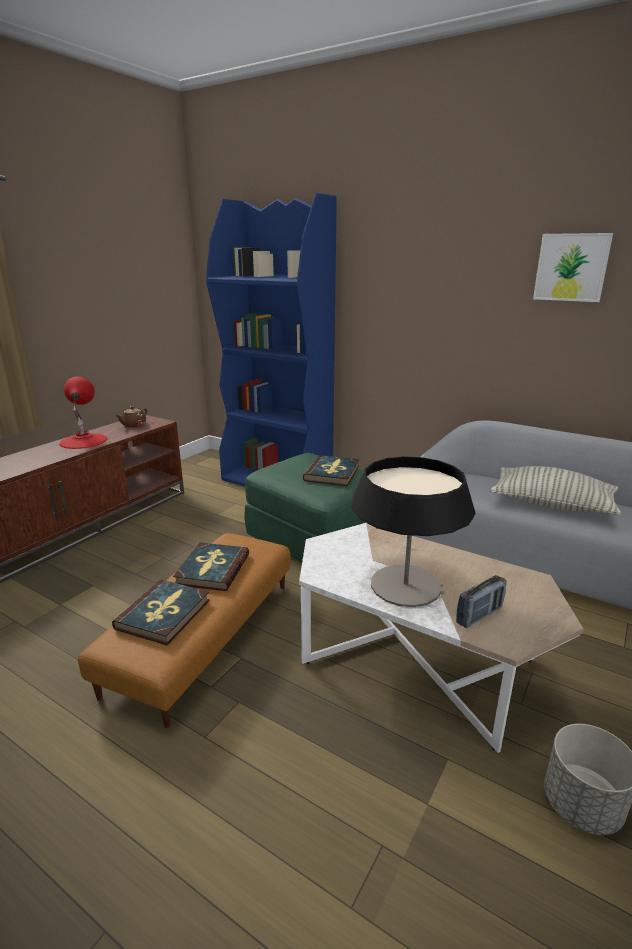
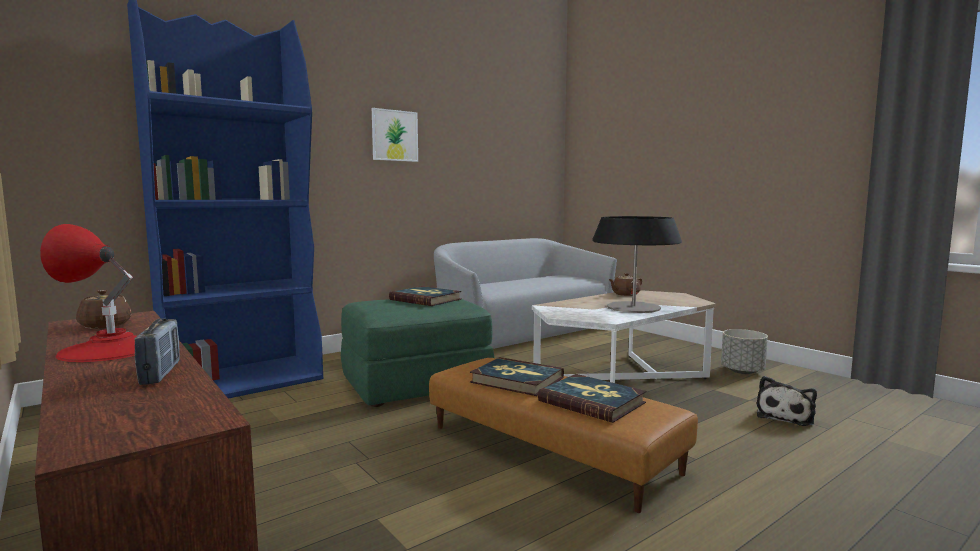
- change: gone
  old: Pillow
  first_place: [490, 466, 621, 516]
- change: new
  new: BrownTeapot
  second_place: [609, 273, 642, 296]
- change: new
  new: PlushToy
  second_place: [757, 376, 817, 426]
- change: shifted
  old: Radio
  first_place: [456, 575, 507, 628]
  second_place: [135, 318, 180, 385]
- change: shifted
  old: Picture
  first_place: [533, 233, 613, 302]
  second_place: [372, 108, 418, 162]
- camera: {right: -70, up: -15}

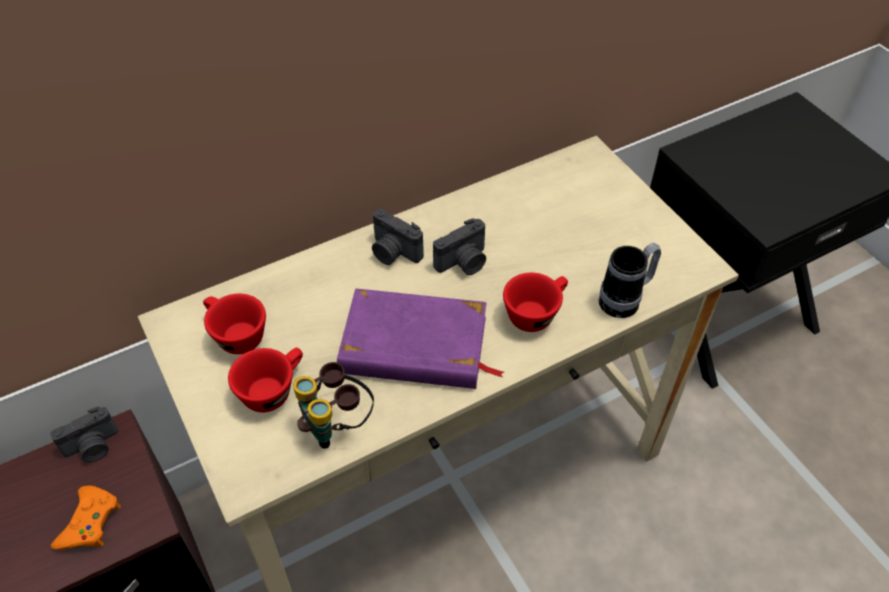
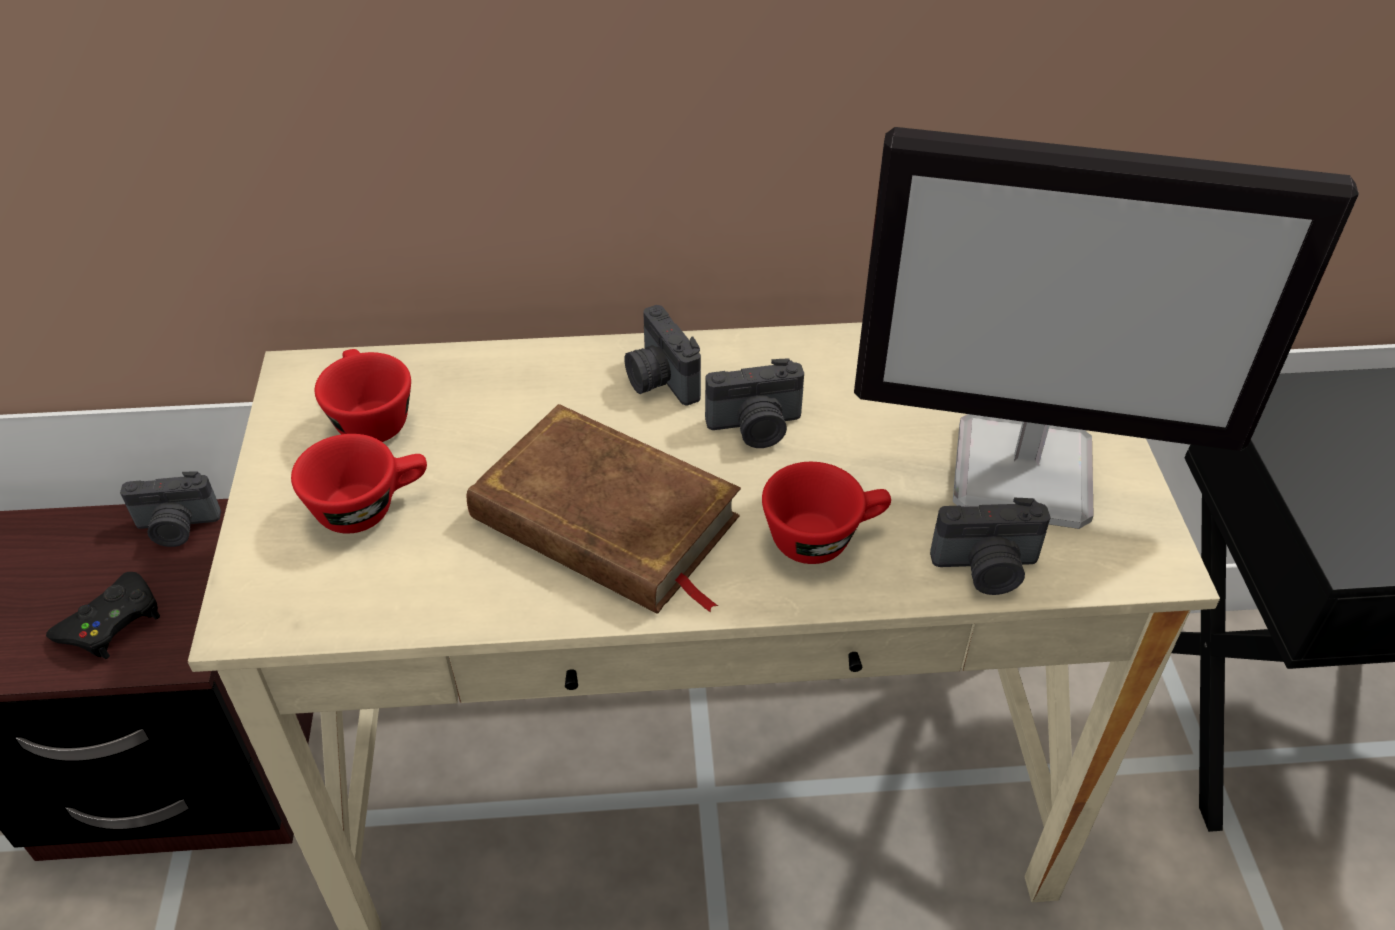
- change: gone
  old: Binoculars
  first_place: [293, 362, 374, 449]
- change: new
  new: Monitor
  second_place: [854, 127, 1359, 529]
- change: swapped
  old: Mug
  new: PhotoCamera
  first_place: [598, 243, 661, 318]
  second_place: [930, 497, 1051, 595]
- change: repainted
  old: OrangeGameController
  new: BlackGameController
  first_place: [51, 485, 121, 550]
  second_place: [46, 572, 160, 659]
- change: repainted
  old: PurpleBook
  new: BrownBook
  first_place: [337, 288, 504, 389]
  second_place: [467, 404, 741, 614]
- camera: {right: 25, up: -5}

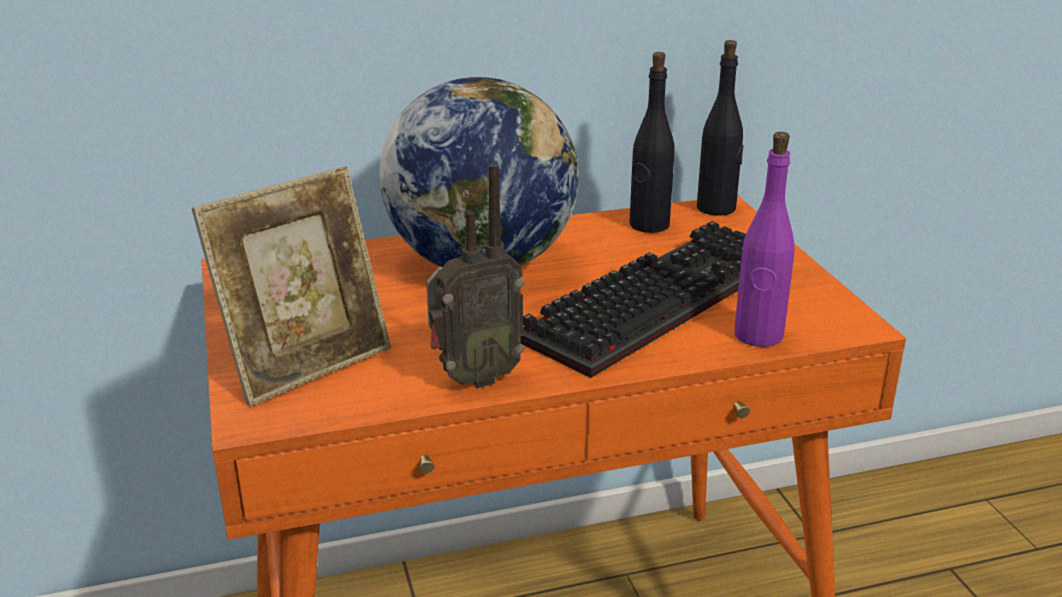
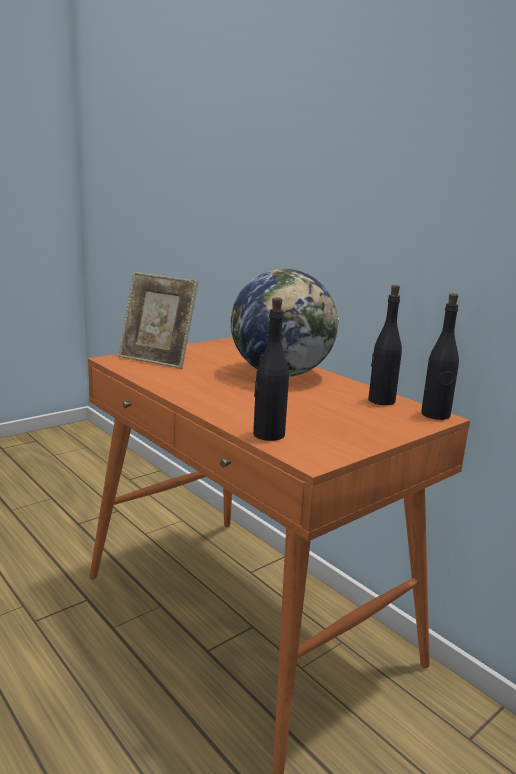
- change: gone
  old: Radio
  first_place: [426, 164, 524, 388]
- change: gone
  old: Keyboard
  first_place: [521, 221, 746, 378]
- change: repainted
  old: PurpleBottle
  new: BlackBottle
  first_place: [734, 132, 795, 347]
  second_place: [253, 297, 289, 441]
- camera: {right: 65, up: -10}

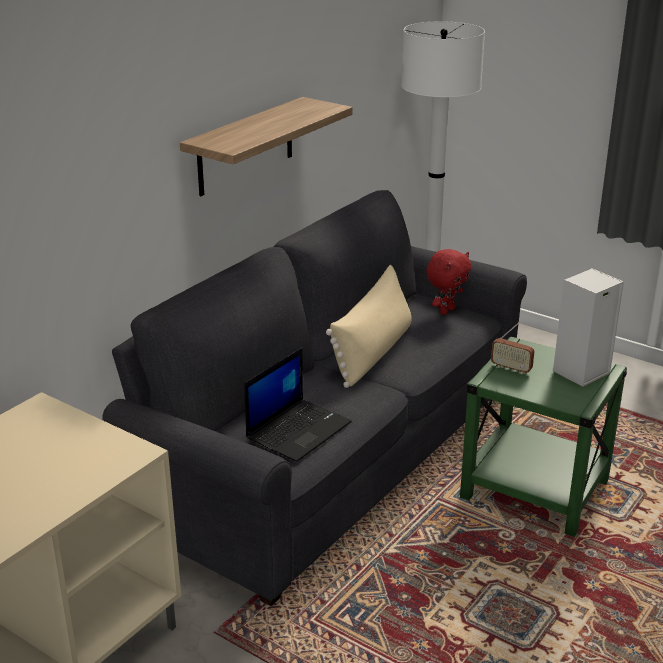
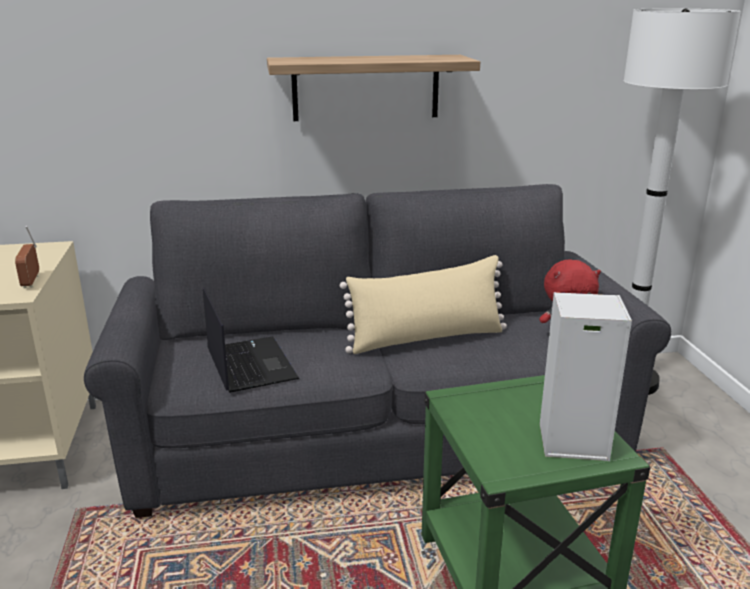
- change: shifted
  old: Radio
  first_place: [491, 323, 534, 375]
  second_place: [15, 226, 39, 288]
- change: rotated
  old: Laptop
  first_place: [244, 347, 352, 462]
  second_place: [203, 287, 299, 393]
  degrees: -105
- camera: {right: 45, up: -5}

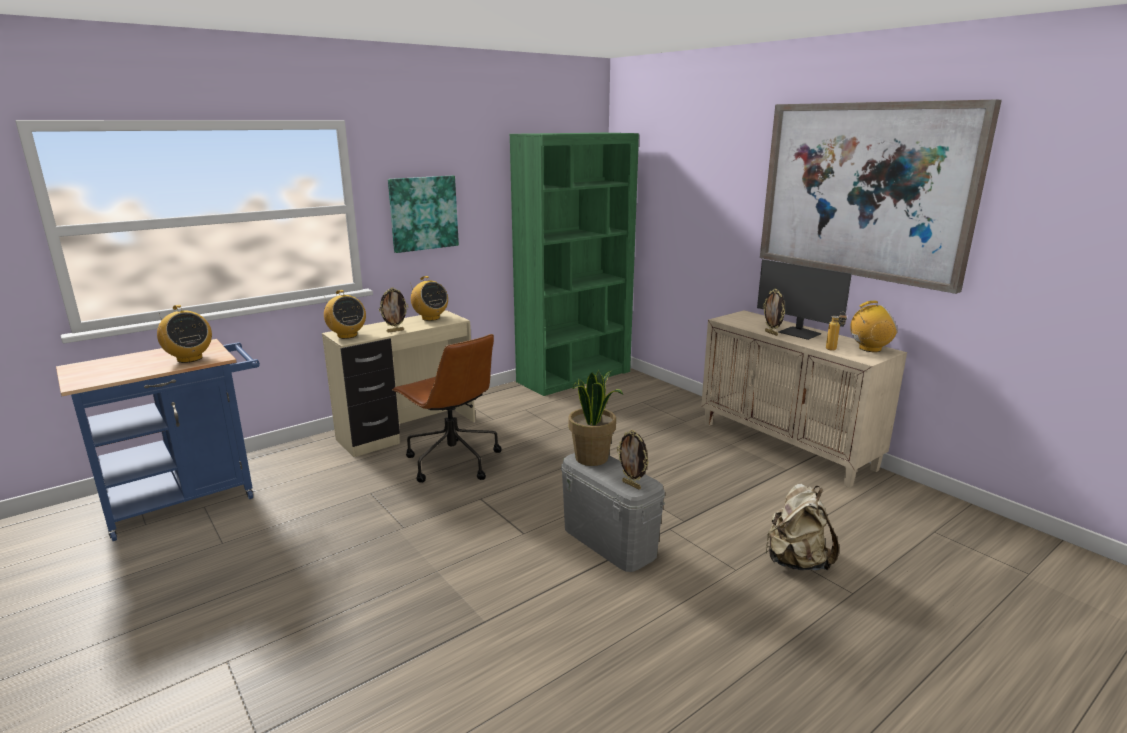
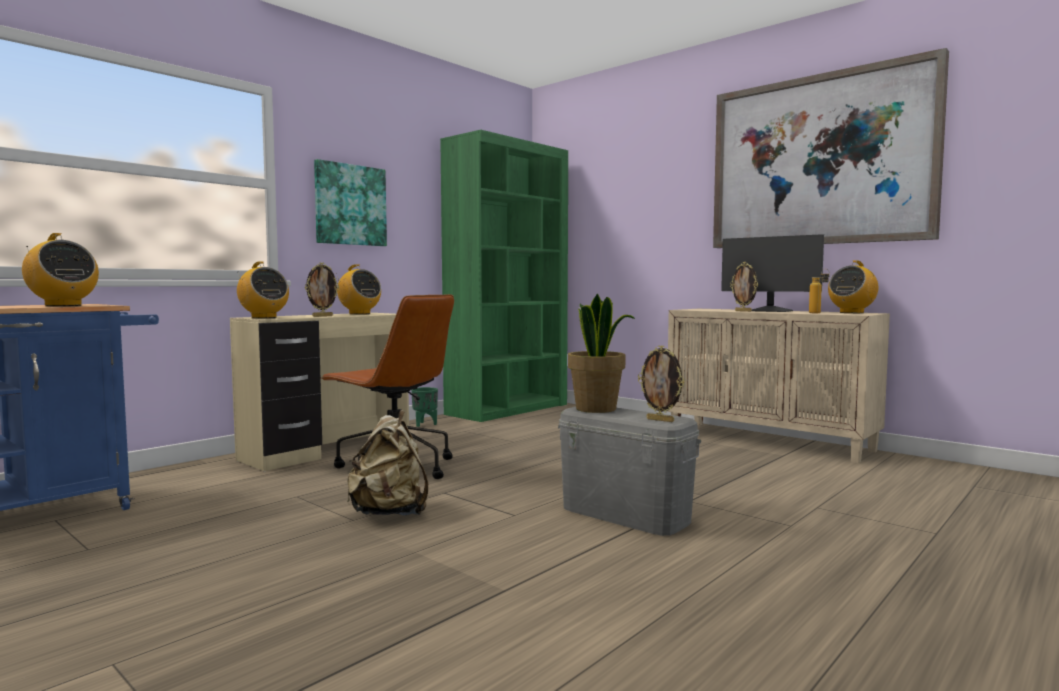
- change: new
  new: GreenPlanter
  second_place: [411, 387, 438, 427]
- change: shifted
  old: BeigeBackpack
  first_place: [765, 484, 839, 571]
  second_place: [347, 410, 428, 516]
- change: rotated
  old: Radio
  first_place: [850, 301, 898, 352]
  second_place: [828, 260, 878, 313]
  degrees: 150
- camera: {right: -10, up: -15}

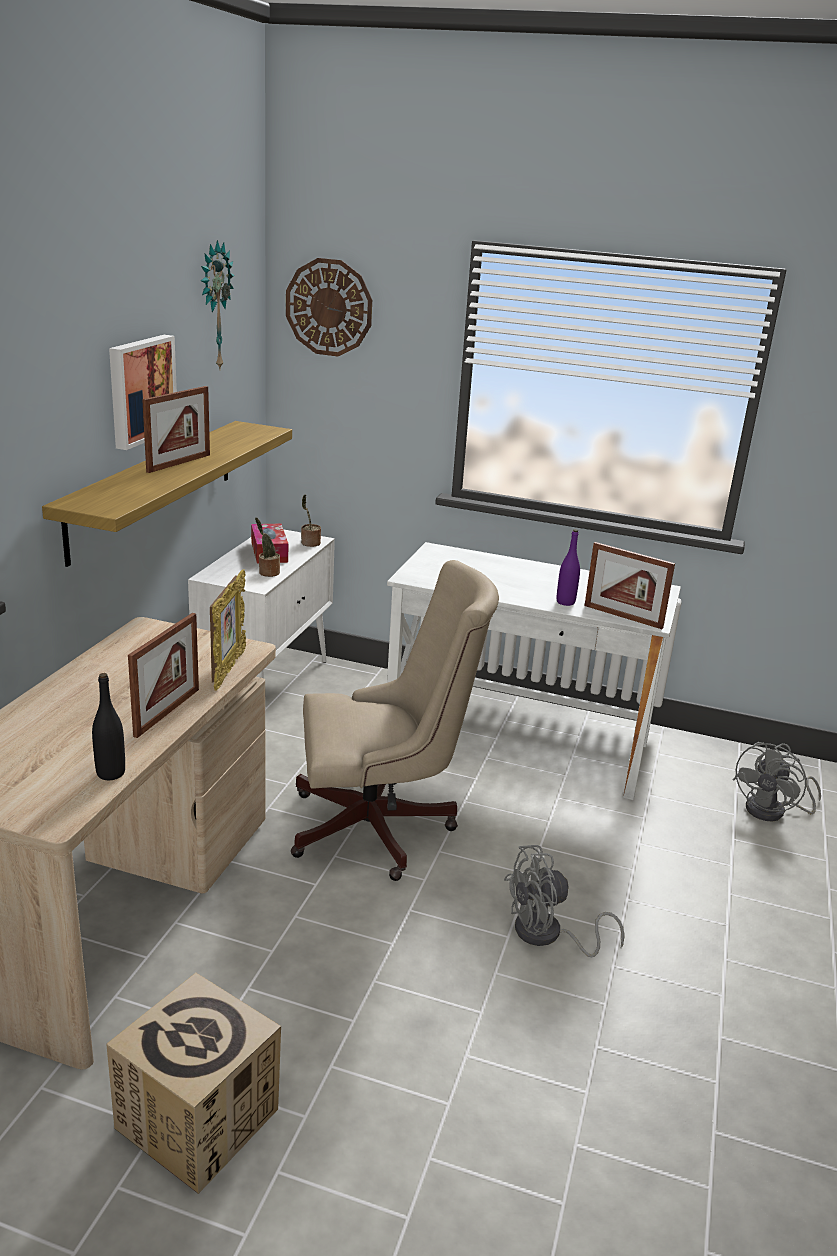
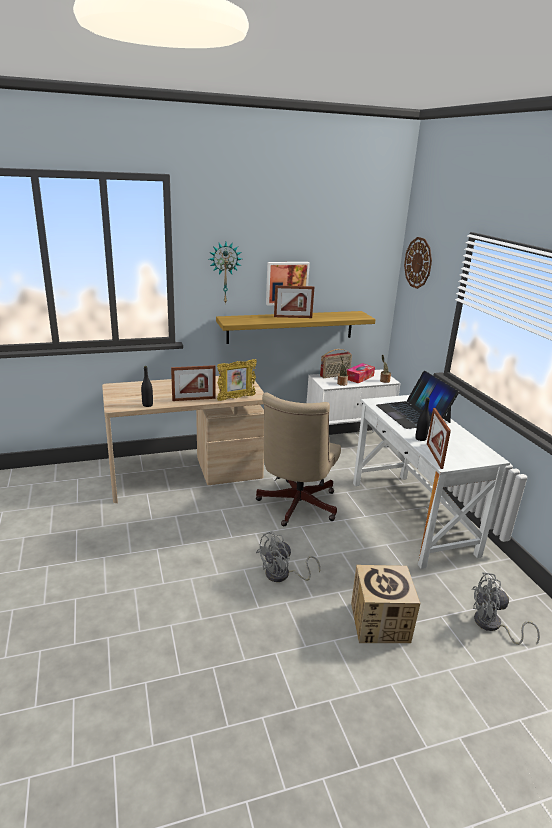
- change: new
  new: Radio
  second_place: [320, 349, 352, 378]
- change: new
  new: Laptop
  second_place: [376, 371, 459, 429]
- change: shifted
  old: CardboardBox
  first_place: [106, 973, 281, 1194]
  second_place: [351, 565, 420, 643]
- change: shifted
  old: WallClock
  first_place: [201, 240, 234, 369]
  second_place: [209, 242, 241, 304]
- change: repainted
  old: PurpleBottle
  new: BlackBottle
  first_place: [557, 529, 580, 606]
  second_place: [415, 397, 430, 441]
- change: rotated
  old: BeigeOfficeChair
  first_place: [291, 560, 499, 881]
  second_place: [256, 392, 341, 526]
  degrees: 60
- change: rotated
  old: GreyFan
  first_place: [504, 845, 625, 957]
  second_place: [256, 531, 320, 582]
  degrees: -75
- camera: {right: 55, up: 0}

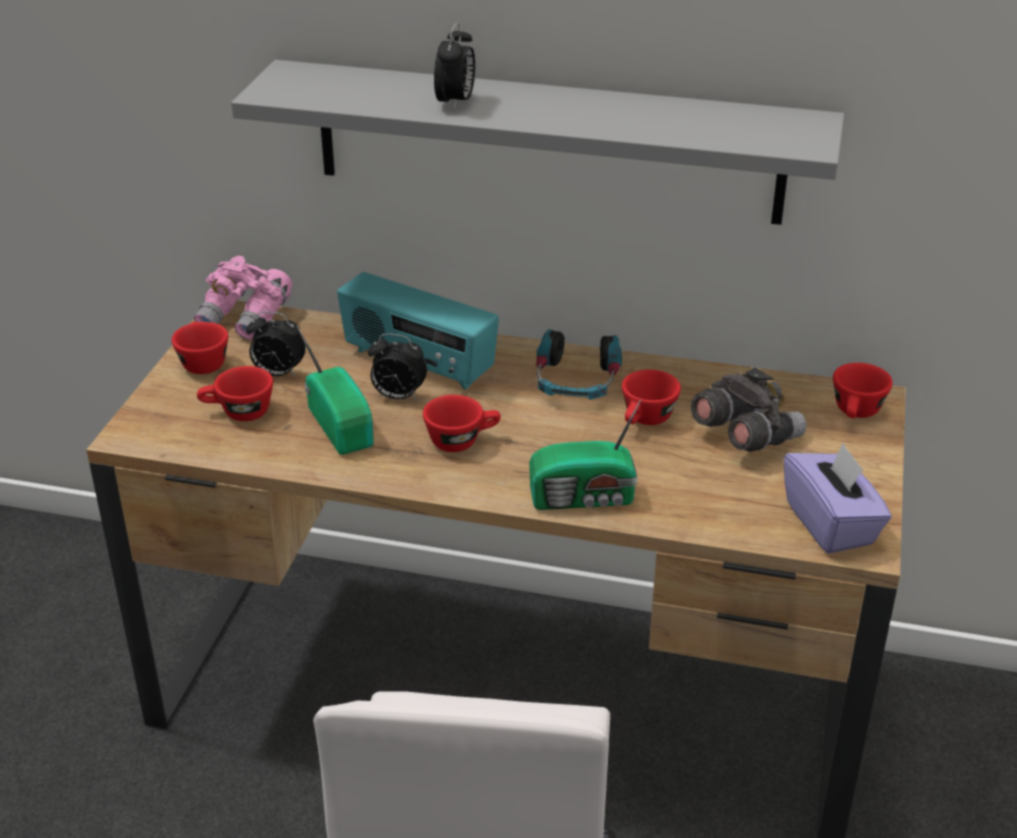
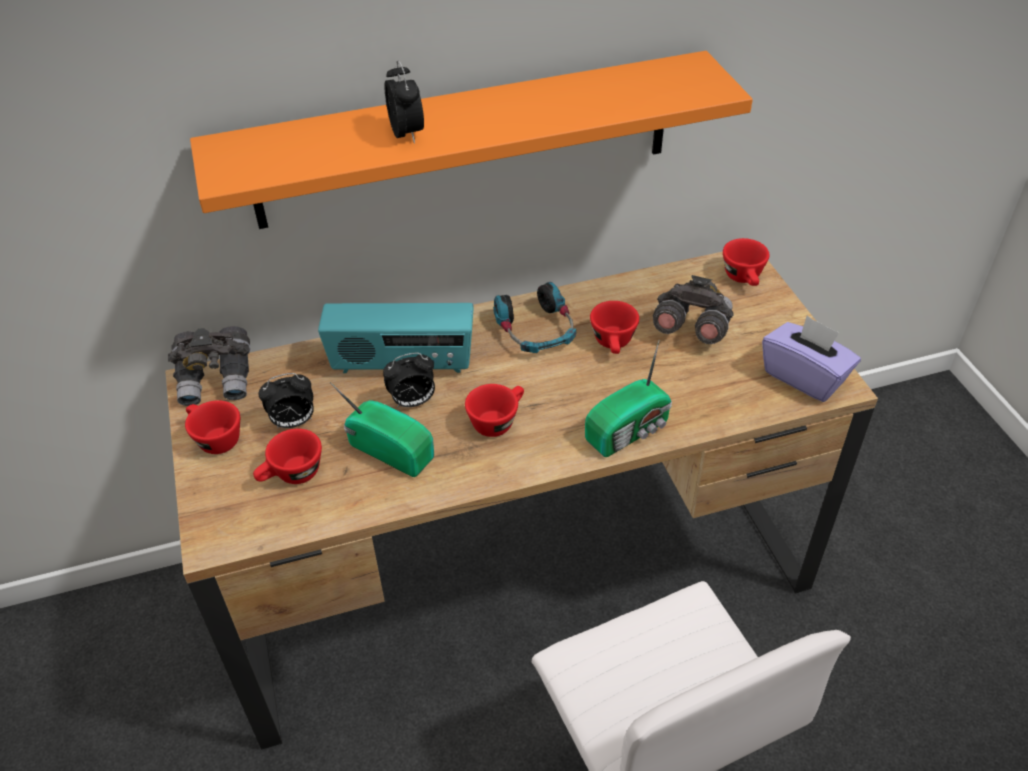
- change: repainted
  old: PinkBinoculars
  new: GreyBinoculars
  first_place: [194, 256, 292, 340]
  second_place: [168, 326, 250, 406]
- change: repainted
  old: GreyShelf
  new: OrangeShelf
  first_place: [231, 60, 845, 225]
  second_place: [190, 51, 753, 229]
- camera: {right: -30, up: 10}

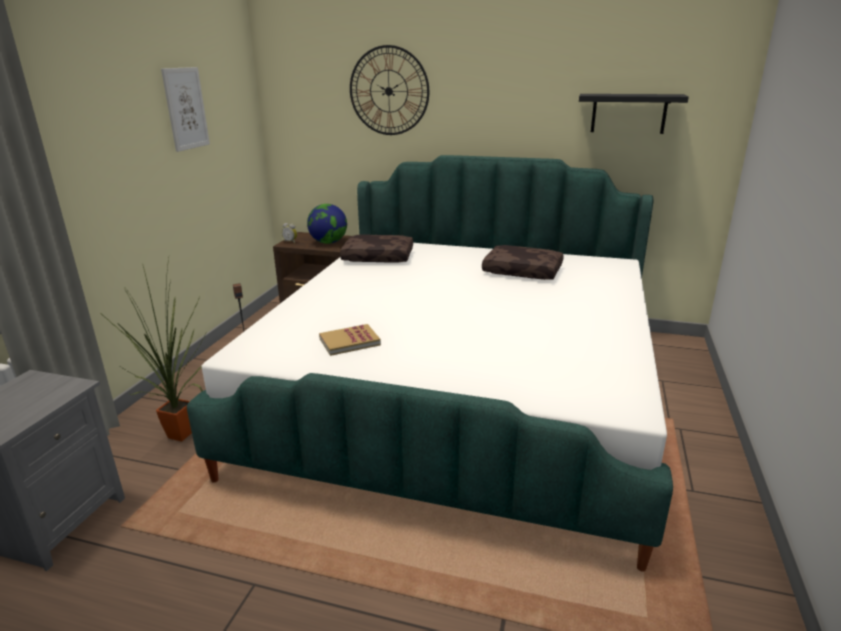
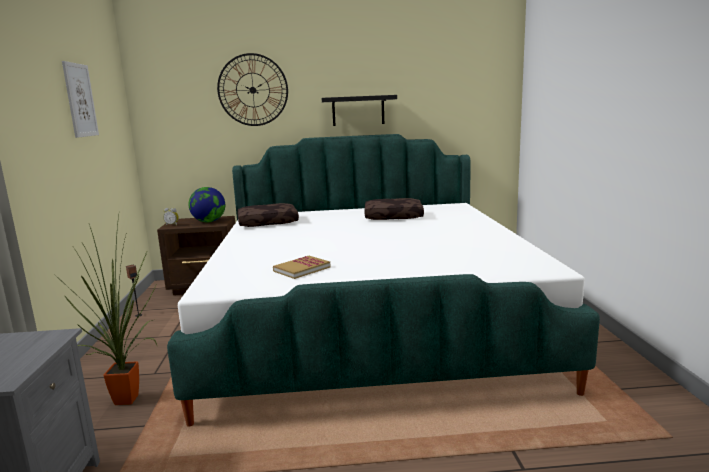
- change: shifted
  old: BlackShelf
  first_place: [579, 94, 689, 134]
  second_place: [322, 95, 397, 126]
- camera: {right: -20, up: -10}

